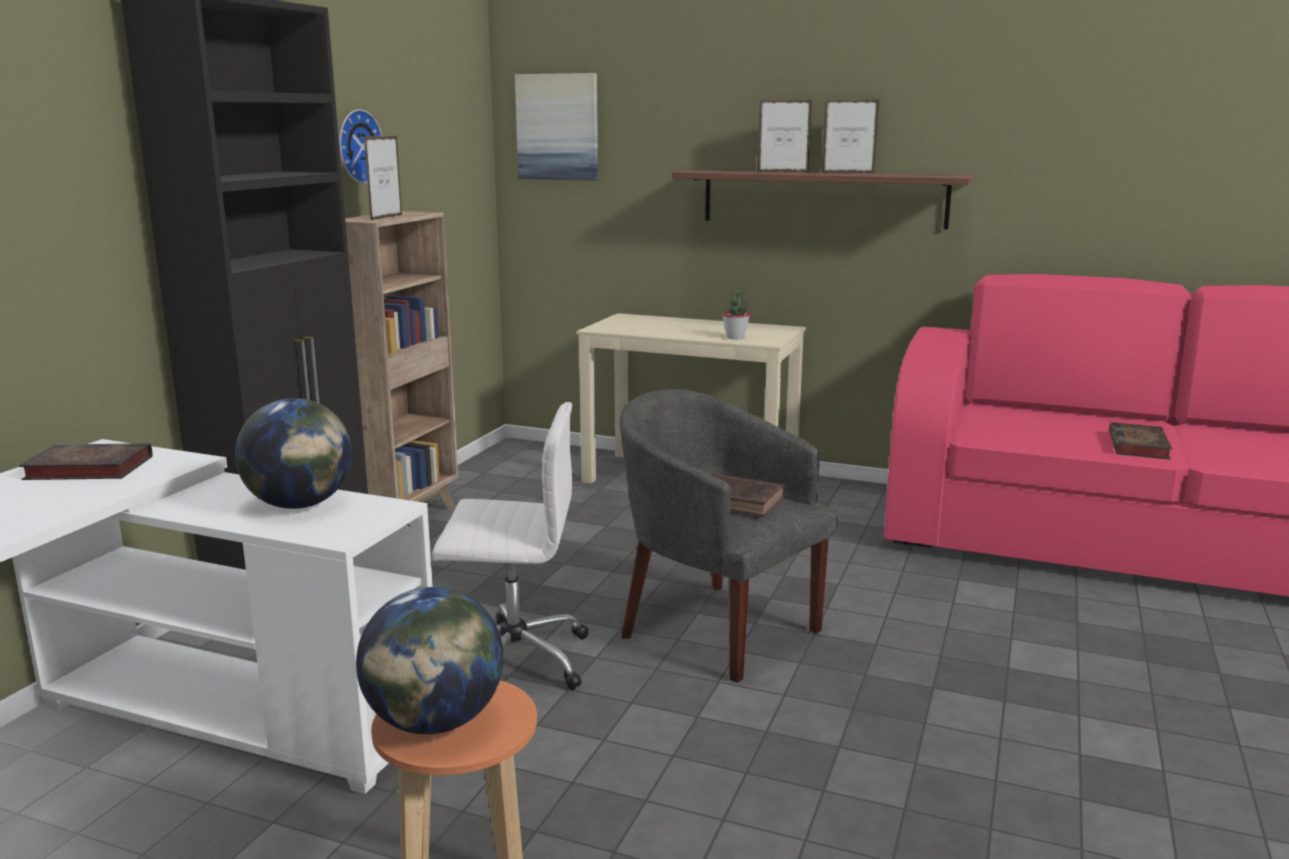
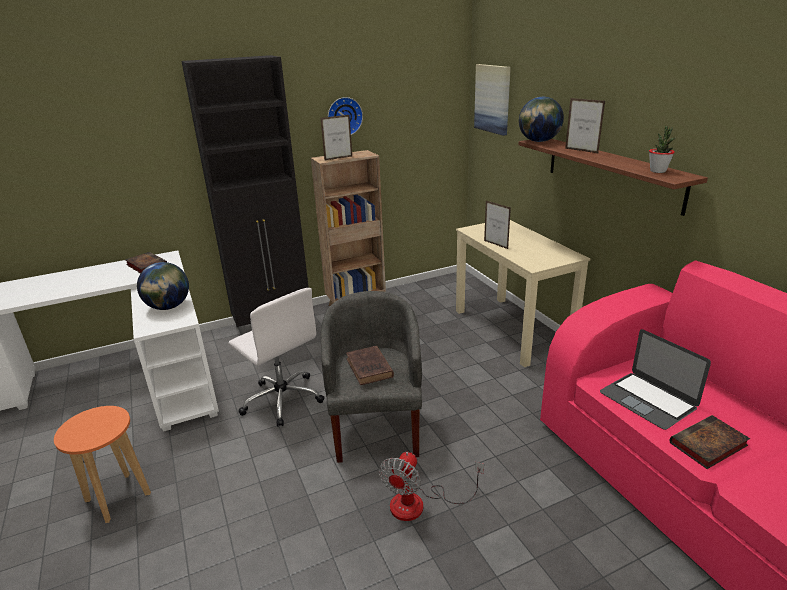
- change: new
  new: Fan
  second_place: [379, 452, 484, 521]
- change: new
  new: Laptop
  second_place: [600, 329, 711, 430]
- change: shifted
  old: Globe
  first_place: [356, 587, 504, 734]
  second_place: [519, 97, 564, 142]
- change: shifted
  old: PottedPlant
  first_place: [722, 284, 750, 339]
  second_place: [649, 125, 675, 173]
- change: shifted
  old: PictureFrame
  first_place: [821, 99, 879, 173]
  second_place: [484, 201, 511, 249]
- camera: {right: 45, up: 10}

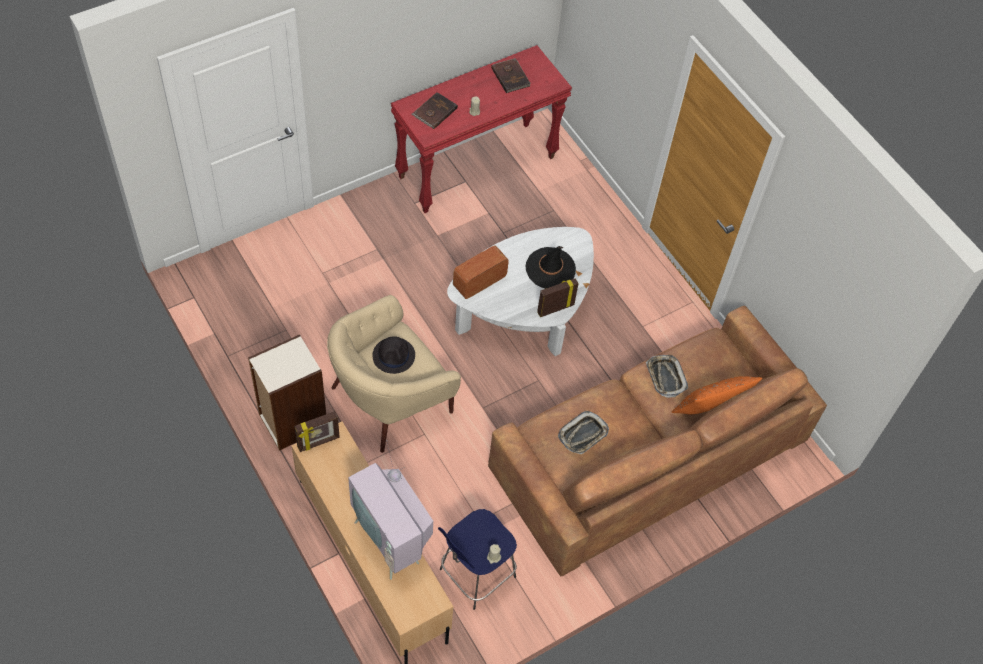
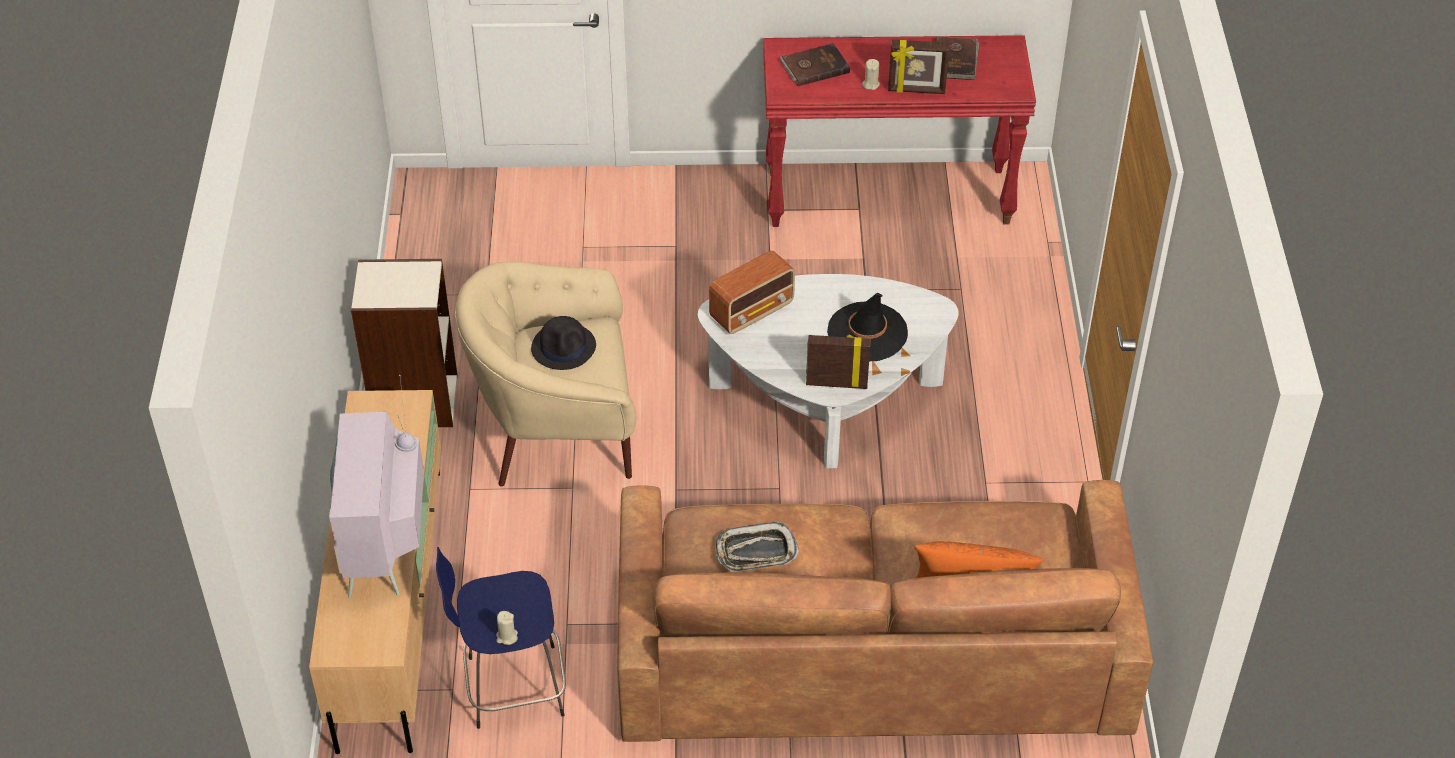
- change: gone
  old: Tray
  first_place: [646, 355, 688, 398]
- change: shifted
  old: PictureFrame
  first_place: [294, 411, 340, 452]
  second_place: [888, 40, 950, 94]
- change: rotated
  old: Radio
  first_place: [453, 245, 509, 299]
  second_place: [709, 251, 795, 334]
  degrees: 150
- camera: {right: 35, up: -10}

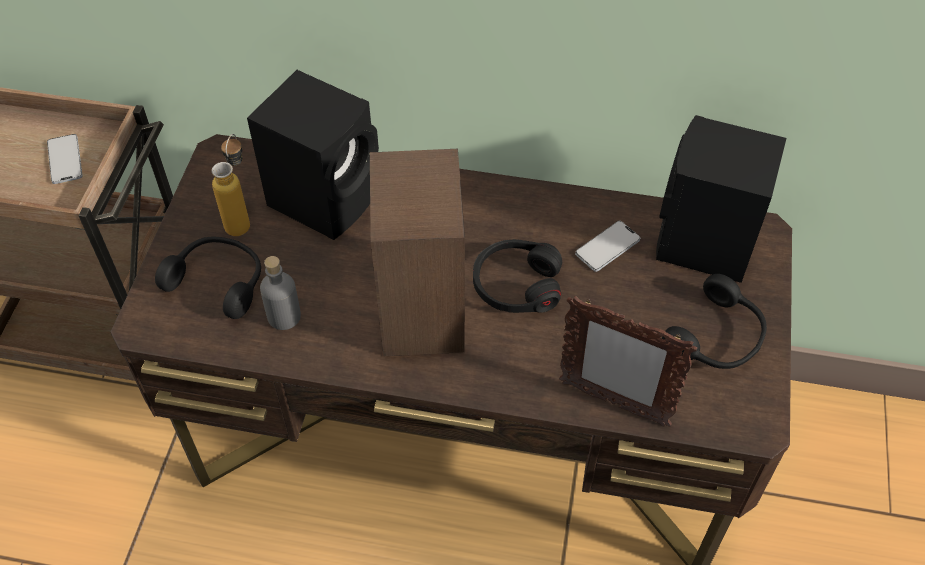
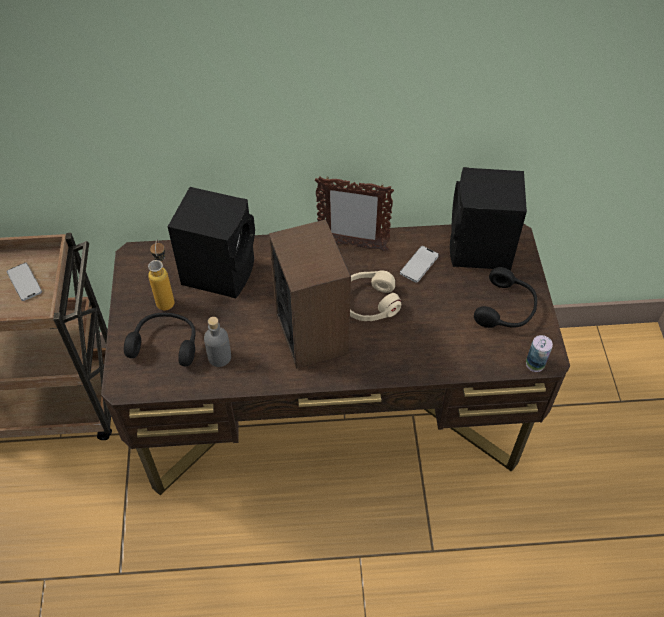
- change: new
  new: Can
  second_place: [526, 335, 553, 372]
- change: shifted
  old: PictureFrame
  first_place: [559, 296, 697, 427]
  second_place: [315, 176, 394, 251]
- change: repainted
  old: BlackHeadphones
  new: BeigeHeadphones
  first_place: [473, 239, 562, 313]
  second_place: [350, 270, 401, 321]
- camera: {right: -15, up: 0}

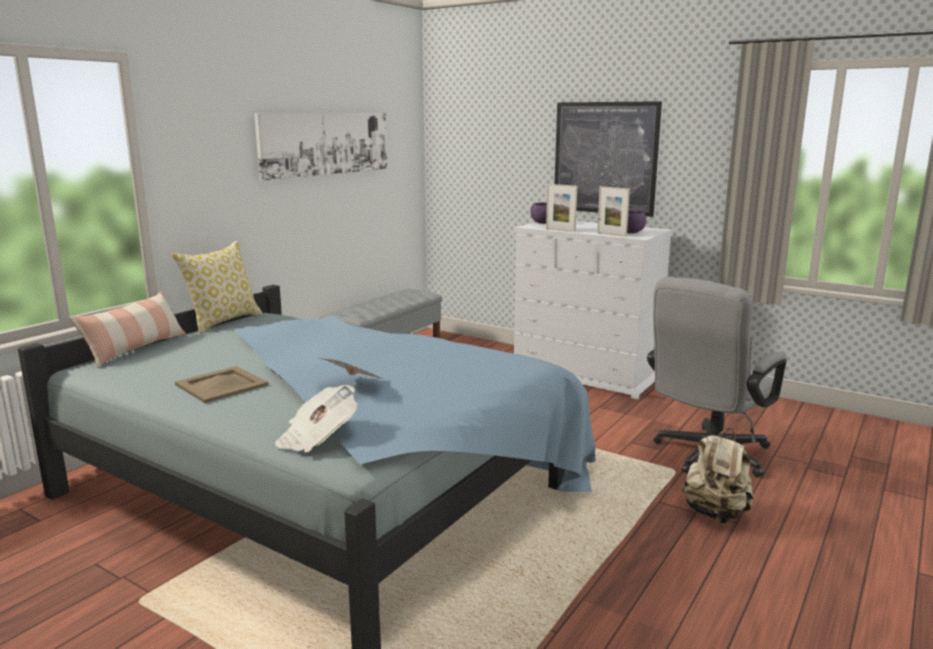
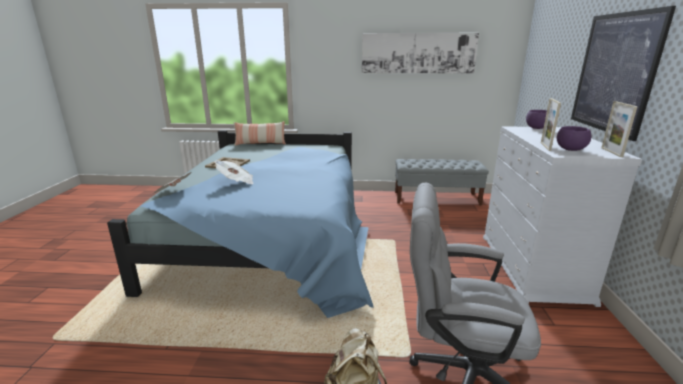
- change: gone
  old: Pillow
  first_place: [172, 240, 262, 334]
- change: shifted
  old: PictureFrame
  first_place: [546, 184, 577, 232]
  second_place: [601, 101, 638, 157]
- camera: {right: 60, up: 5}

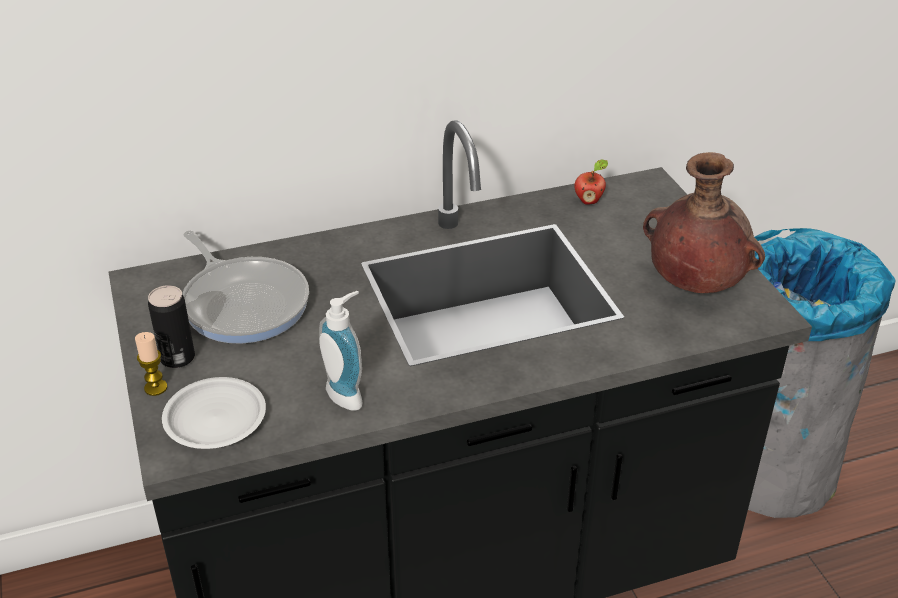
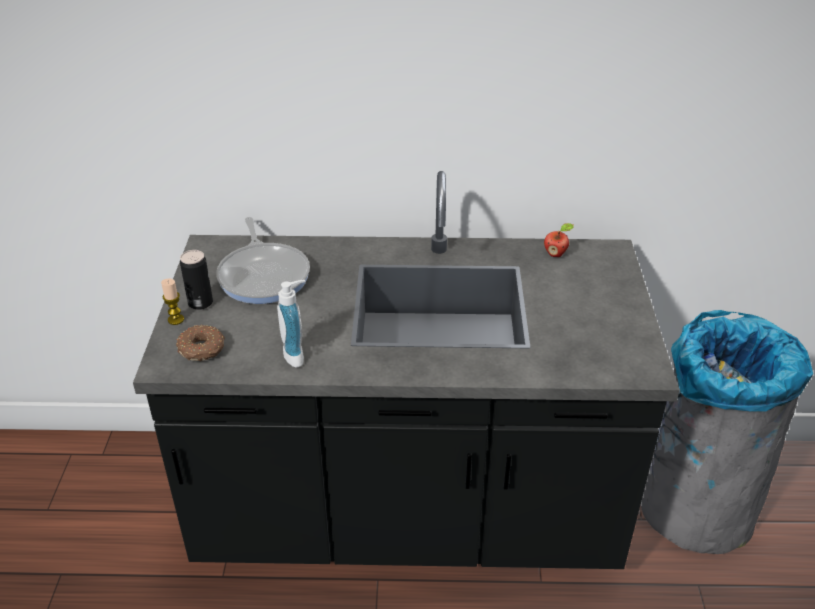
- change: gone
  old: BrownVase
  first_place: [643, 152, 765, 293]
- change: swapped
  old: WhitePlate
  new: Donut
  first_place: [162, 377, 266, 449]
  second_place: [176, 325, 225, 361]
- camera: {right: 20, up: 0}

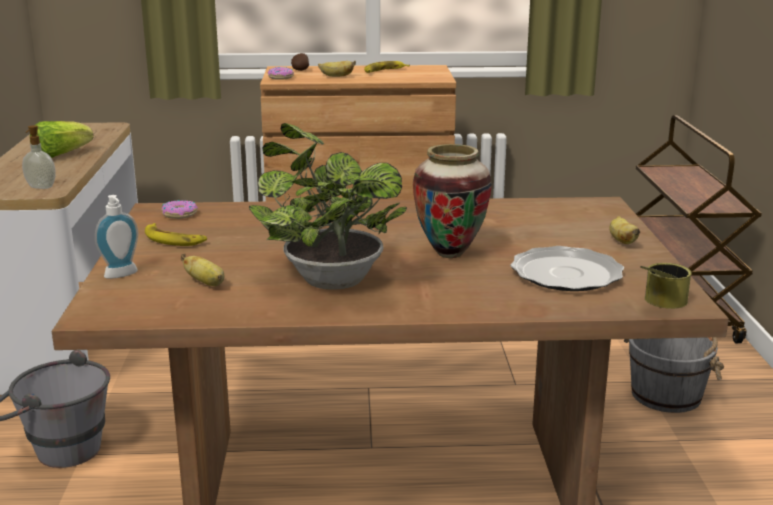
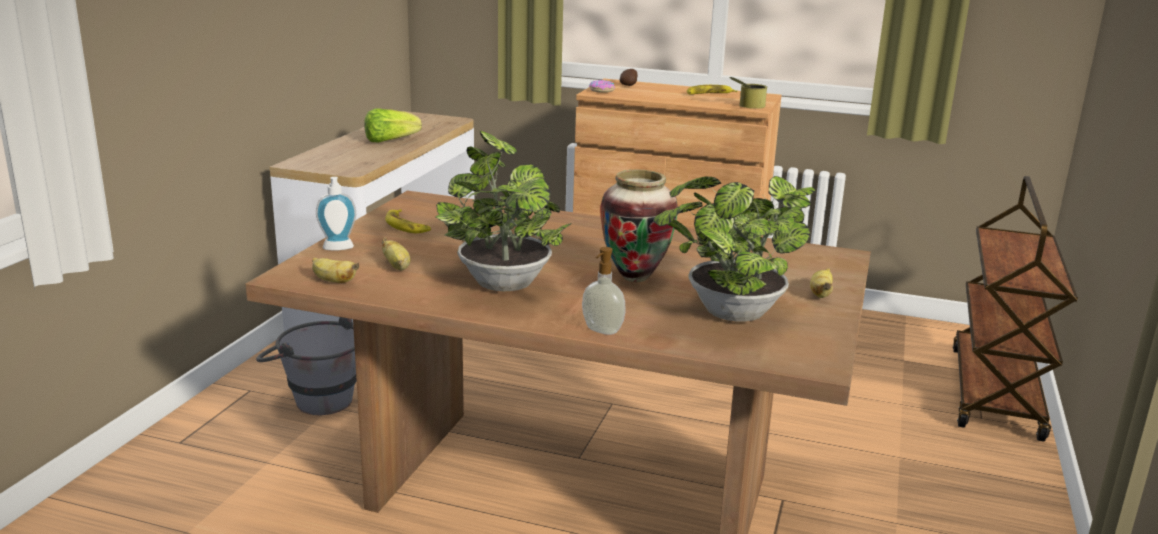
- change: gone
  old: Donut
  first_place: [162, 200, 198, 219]
- change: gone
  old: GreyBucket
  first_place: [624, 337, 724, 413]
- change: shifted
  old: SoapDispenser
  first_place: [22, 125, 55, 189]
  second_place: [582, 247, 626, 335]
- change: shifted
  old: Banana
  first_place: [318, 61, 356, 77]
  second_place: [312, 257, 359, 283]
- change: shifted
  old: Can
  first_place: [640, 263, 692, 309]
  second_place: [730, 77, 767, 109]
- change: swapped
  old: Plate
  new: PottedPlant
  first_place: [510, 246, 624, 291]
  second_place: [653, 176, 816, 322]
- camera: {right: 20, up: 0}

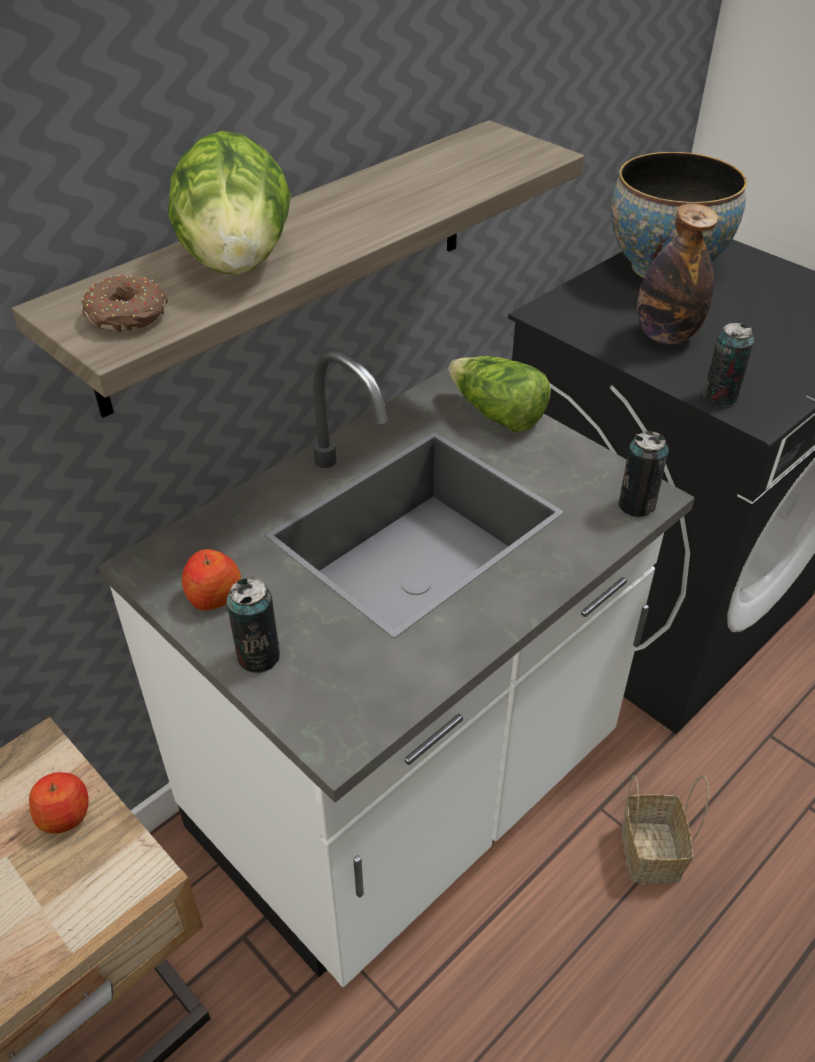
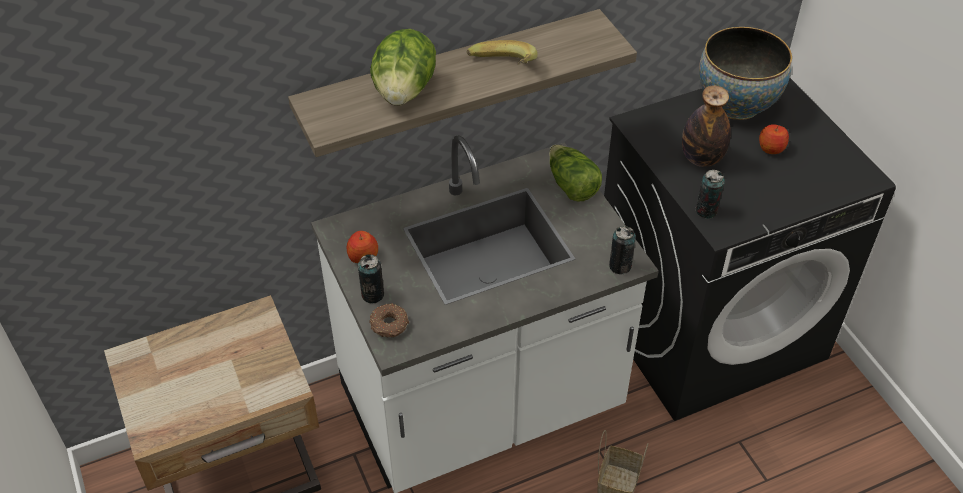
- change: new
  new: Banana
  second_place: [467, 40, 538, 64]
- change: shifted
  old: Apple
  first_place: [29, 772, 89, 834]
  second_place: [759, 124, 789, 154]
- change: shifted
  old: Donut
  first_place: [81, 275, 168, 332]
  second_place: [369, 303, 409, 337]
- camera: {right: 20, up: 5}

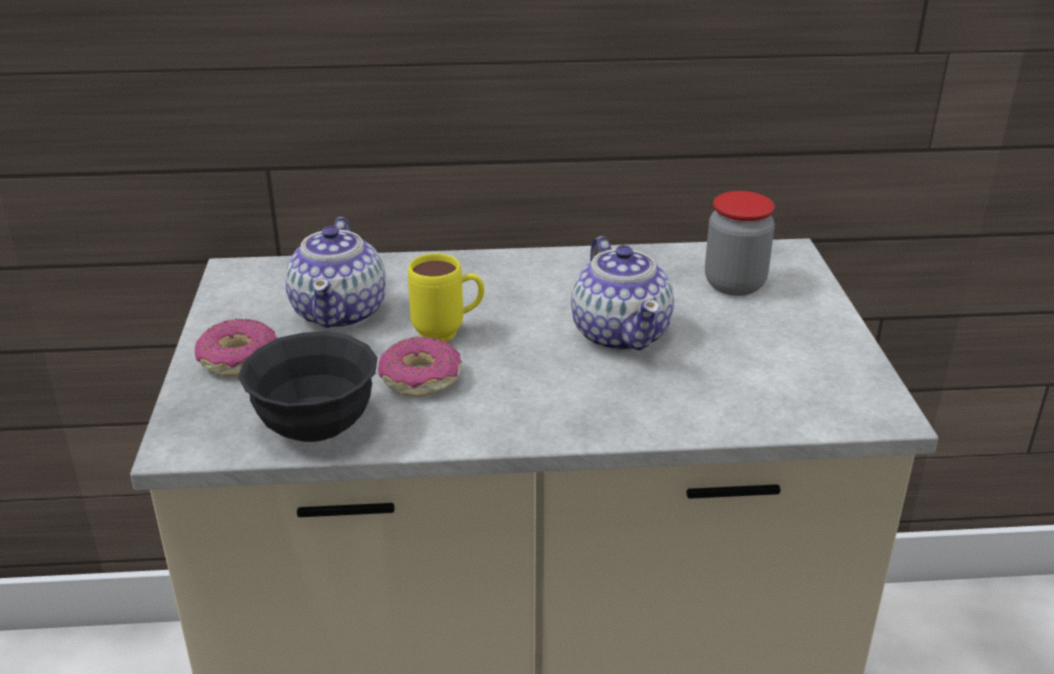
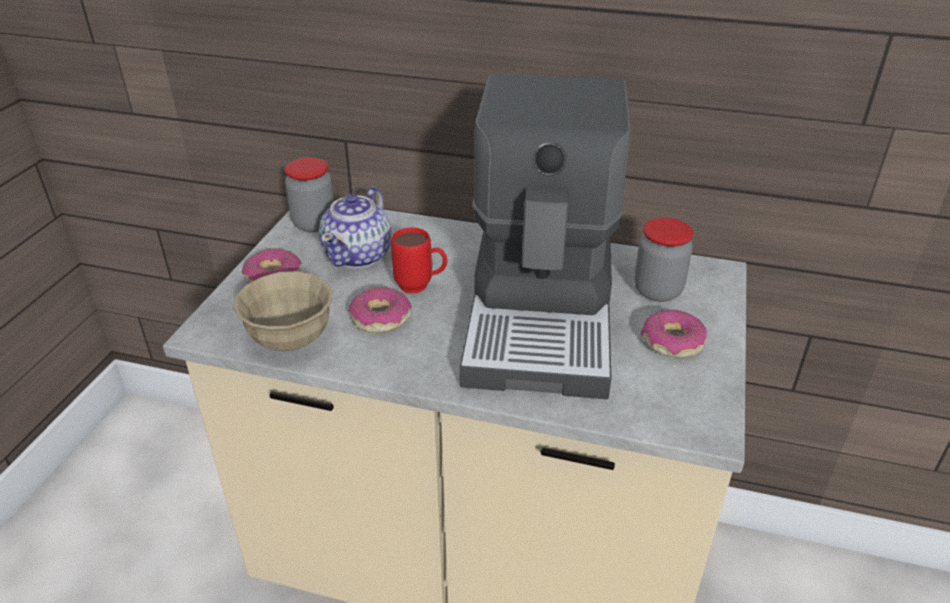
- change: new
  new: Jar
  second_place: [284, 157, 334, 232]
- change: new
  new: Donut
  second_place: [641, 309, 707, 358]
- change: swapped
  old: Teapot
  new: CoffeeMachine
  first_place: [571, 236, 674, 352]
  second_place: [460, 74, 630, 399]
- change: repainted
  old: BlackBowl
  new: BeigeBowl
  first_place: [238, 331, 377, 442]
  second_place: [234, 271, 332, 351]
- change: repainted
  old: YellowMug
  new: RedMug
  first_place: [408, 254, 485, 341]
  second_place: [391, 227, 447, 293]
- camera: {right: 20, up: 5}

